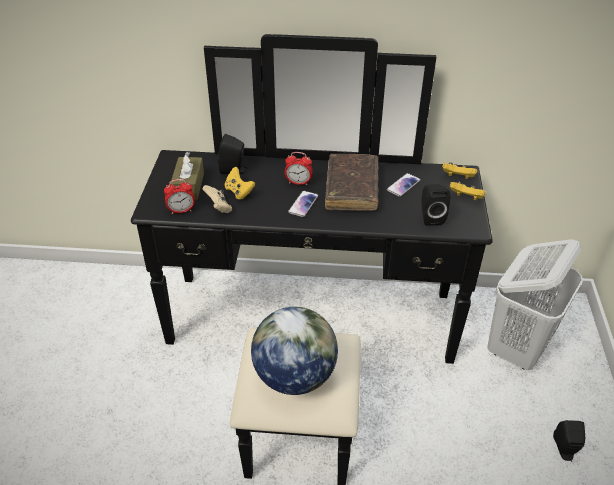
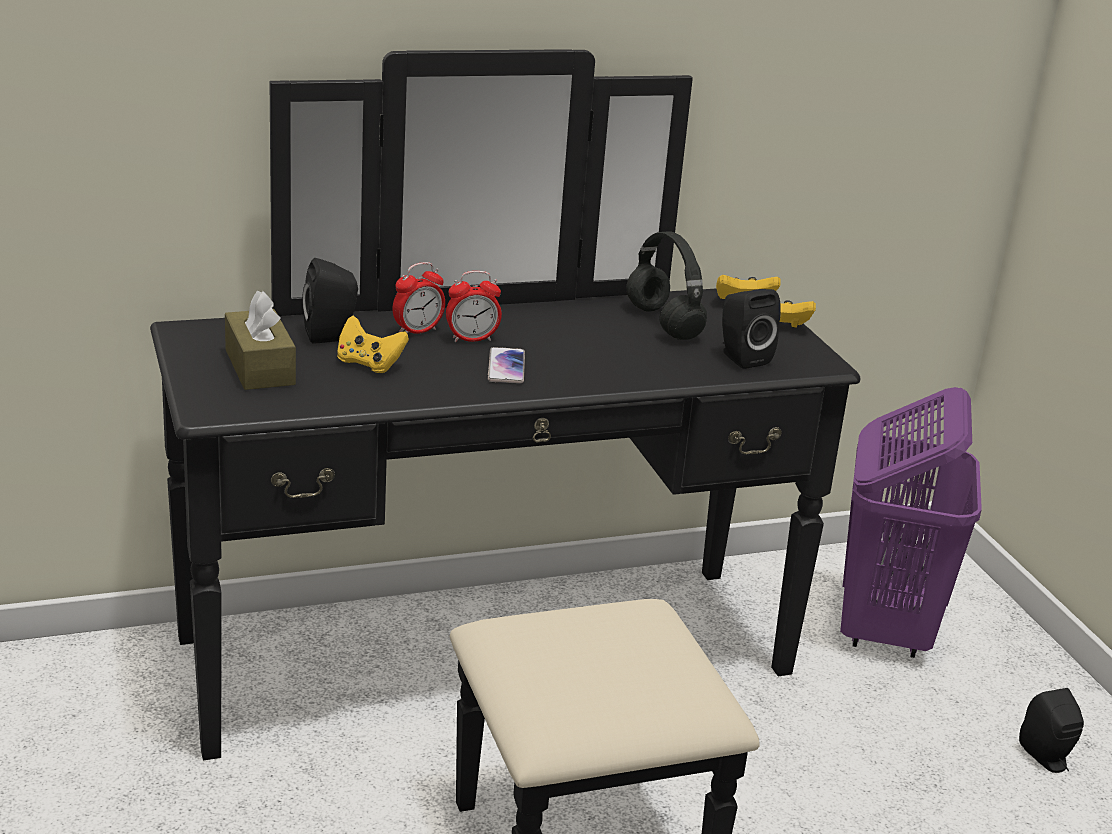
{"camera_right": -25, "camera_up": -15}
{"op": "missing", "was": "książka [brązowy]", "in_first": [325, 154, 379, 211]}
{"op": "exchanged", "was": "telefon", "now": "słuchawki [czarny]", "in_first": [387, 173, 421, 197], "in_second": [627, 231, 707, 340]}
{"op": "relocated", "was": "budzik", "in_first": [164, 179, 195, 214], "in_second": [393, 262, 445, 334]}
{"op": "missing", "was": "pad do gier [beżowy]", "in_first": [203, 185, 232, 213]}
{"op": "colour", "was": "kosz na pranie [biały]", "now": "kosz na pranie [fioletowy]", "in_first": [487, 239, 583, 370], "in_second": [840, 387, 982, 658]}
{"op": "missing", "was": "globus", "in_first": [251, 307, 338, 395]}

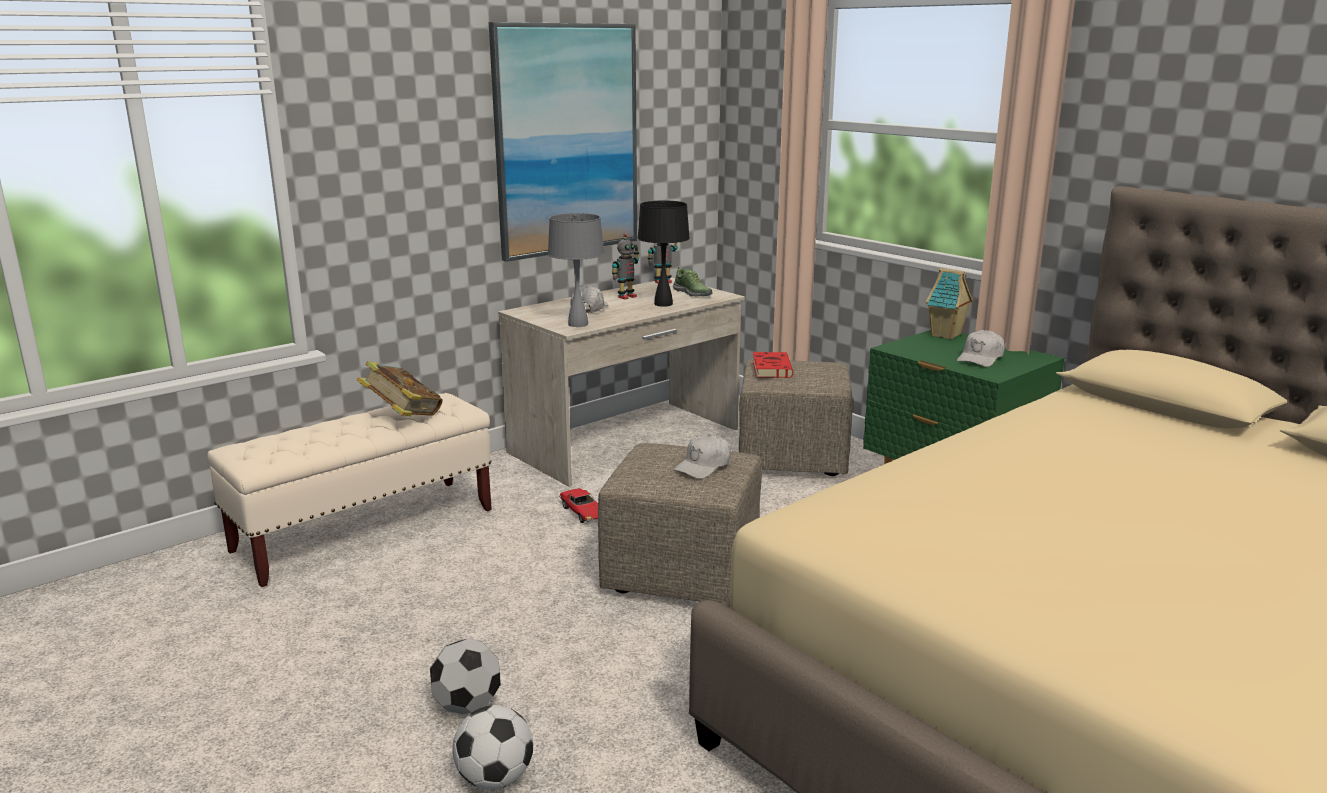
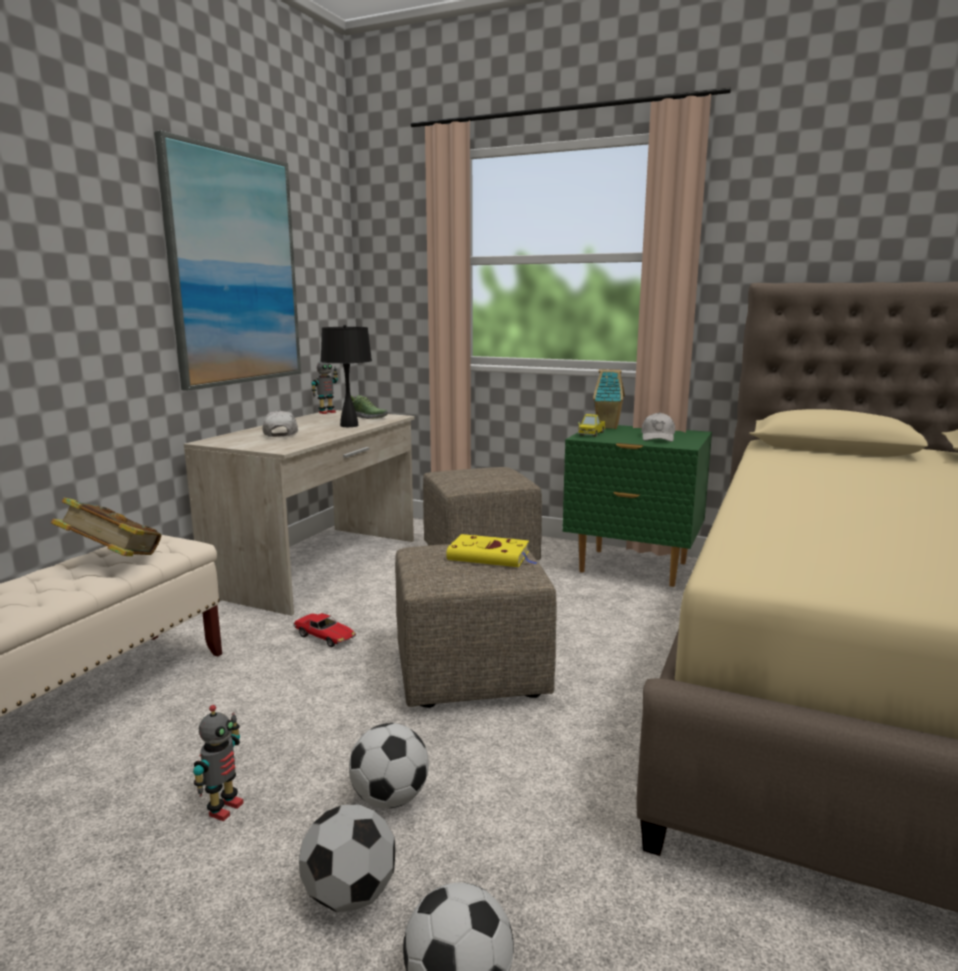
{"camera_right": -25, "camera_up": -5}
{"op": "missing", "was": "lampa stołowa [szary]", "in_first": [548, 213, 604, 327]}
{"op": "relocated", "was": "robot zabawkowy", "in_first": [612, 234, 639, 300], "in_second": [193, 705, 244, 821]}
{"op": "missing", "was": "książka [czerwony]", "in_first": [753, 352, 793, 378]}
{"op": "exchanged", "was": "czapka z daszkiem [biały]", "now": "książka [żółty]", "in_first": [674, 434, 731, 479], "in_second": [446, 534, 537, 567]}
{"op": "appeared", "now": "ciężarówka zabawkowa", "in_second": [578, 414, 606, 437]}
{"op": "appeared", "now": "piłka futbolowa", "in_second": [349, 723, 429, 809]}

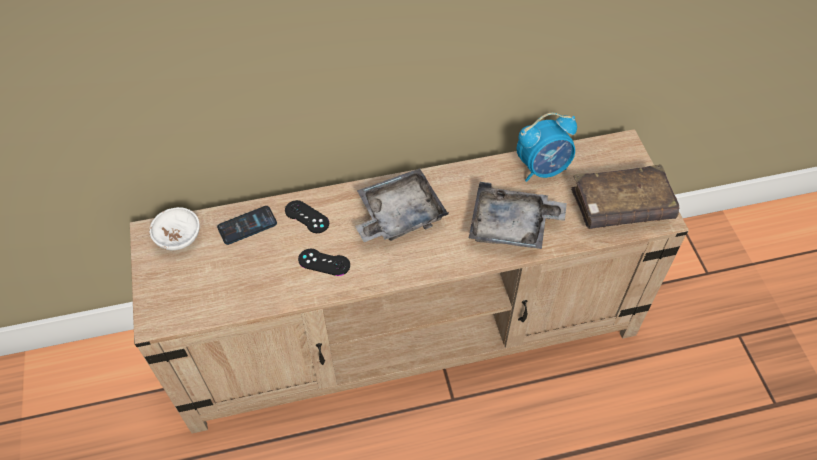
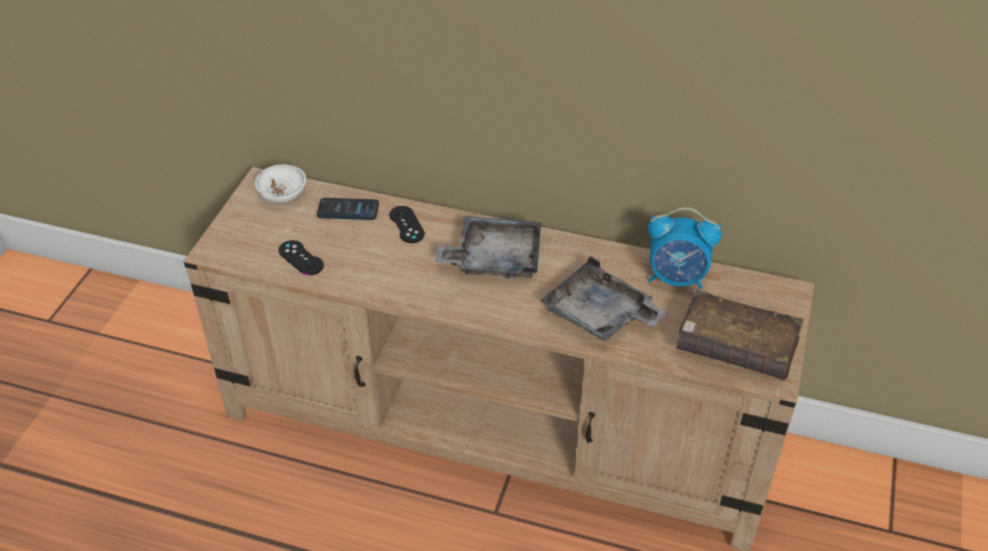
{"camera_right": 30, "camera_up": -10}
{"op": "relocated", "was": "pad do gier [czarny]", "in_first": [298, 249, 350, 276], "in_second": [279, 240, 324, 275]}

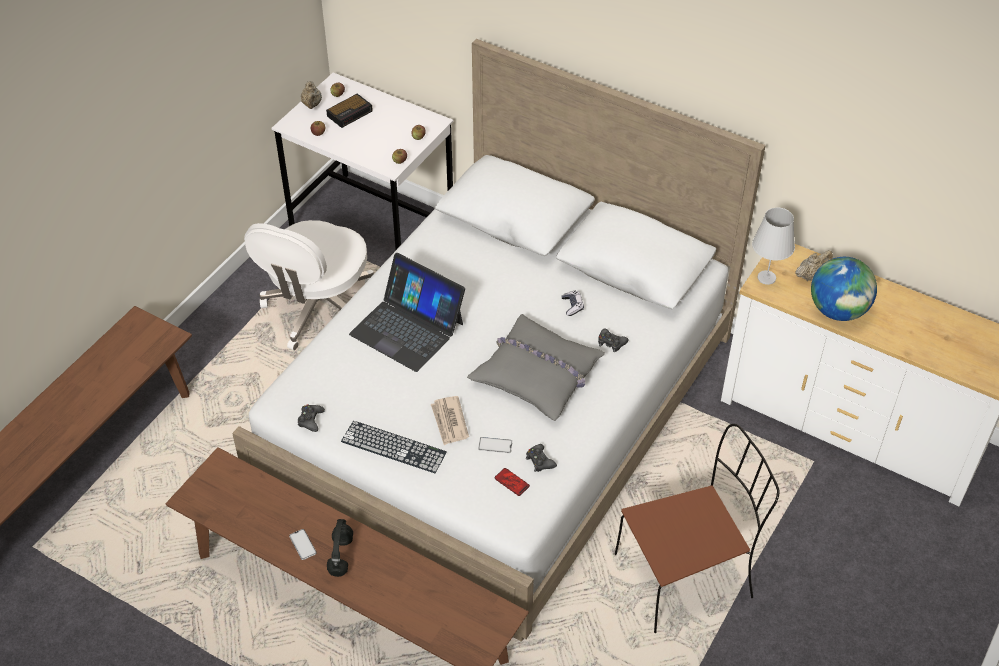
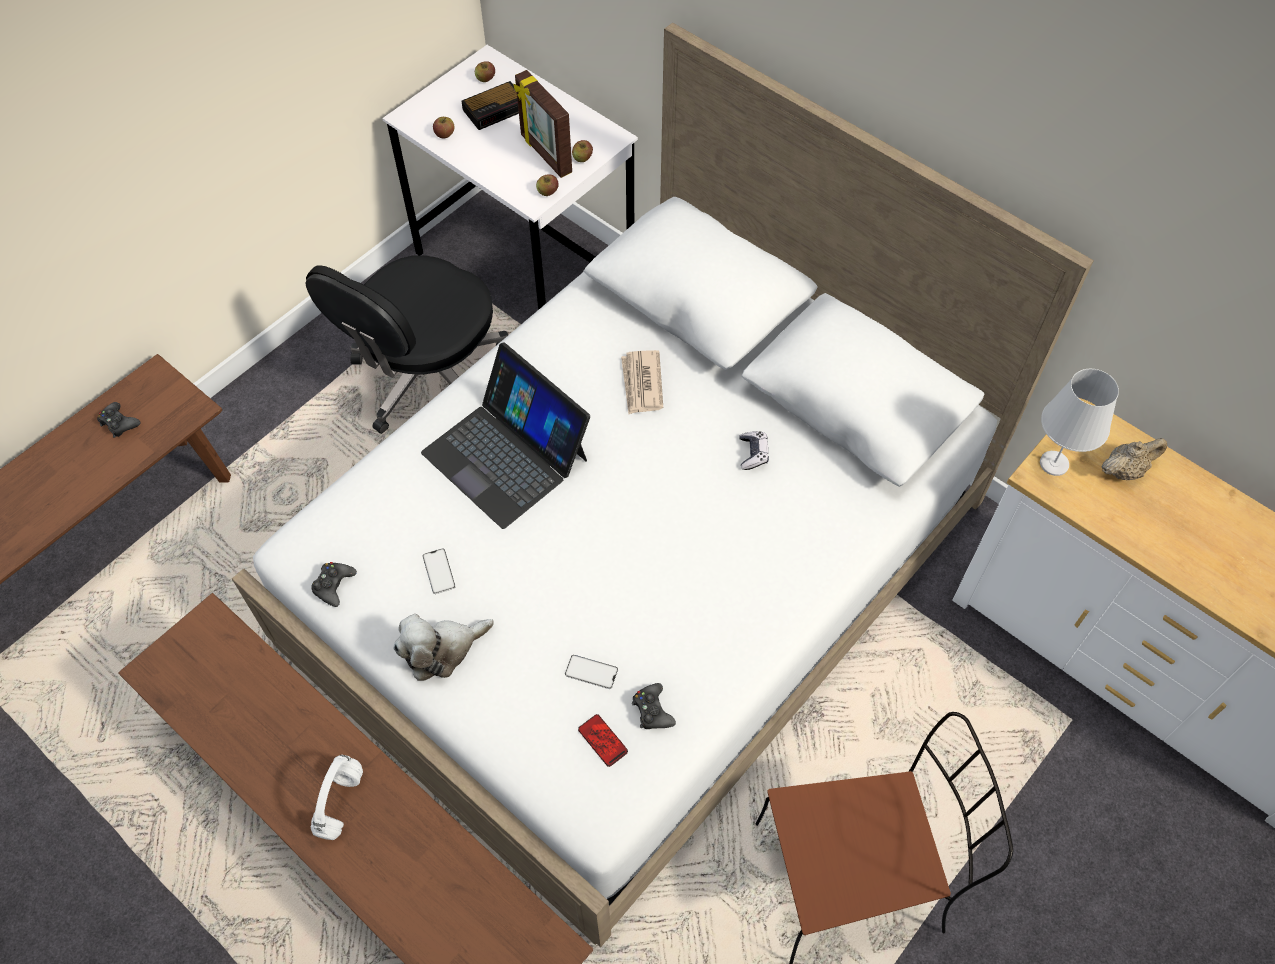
{"camera_right": 10, "camera_up": 10}
{"op": "missing", "was": "imbryk [beżowy]", "in_first": [301, 81, 322, 109]}
{"op": "colour", "was": "krzesło biurowe [biały]", "now": "krzesło biurowe [czarny]", "in_first": [244, 220, 374, 351], "in_second": [306, 255, 508, 434]}
{"op": "missing", "was": "globus", "in_first": [811, 257, 877, 321]}
{"op": "missing", "was": "poduszka [szary]", "in_first": [467, 314, 605, 421]}
{"op": "relocated", "was": "pad do gier [czarny]", "in_first": [598, 328, 629, 352], "in_second": [97, 402, 140, 438]}
{"op": "relocated", "was": "gazeta", "in_first": [431, 396, 469, 445], "in_second": [621, 350, 663, 414]}
{"op": "exchanged", "was": "klawiatura", "now": "pluszak", "in_first": [341, 421, 447, 473], "in_second": [393, 614, 494, 681]}
{"op": "colour", "was": "słuchawki [czarny]", "now": "słuchawki [biały]", "in_first": [327, 519, 353, 577], "in_second": [311, 755, 363, 840]}
{"op": "relocated", "was": "telefon", "in_first": [289, 529, 317, 560], "in_second": [423, 548, 456, 594]}
{"op": "appeared", "now": "ramka na zdjęcie", "in_second": [513, 70, 572, 178]}

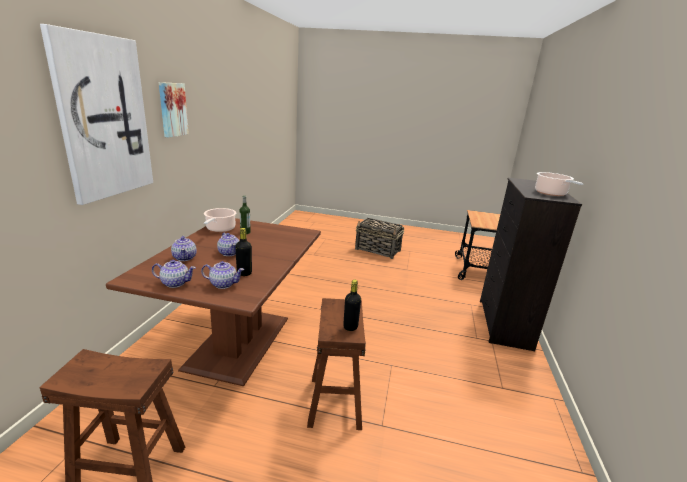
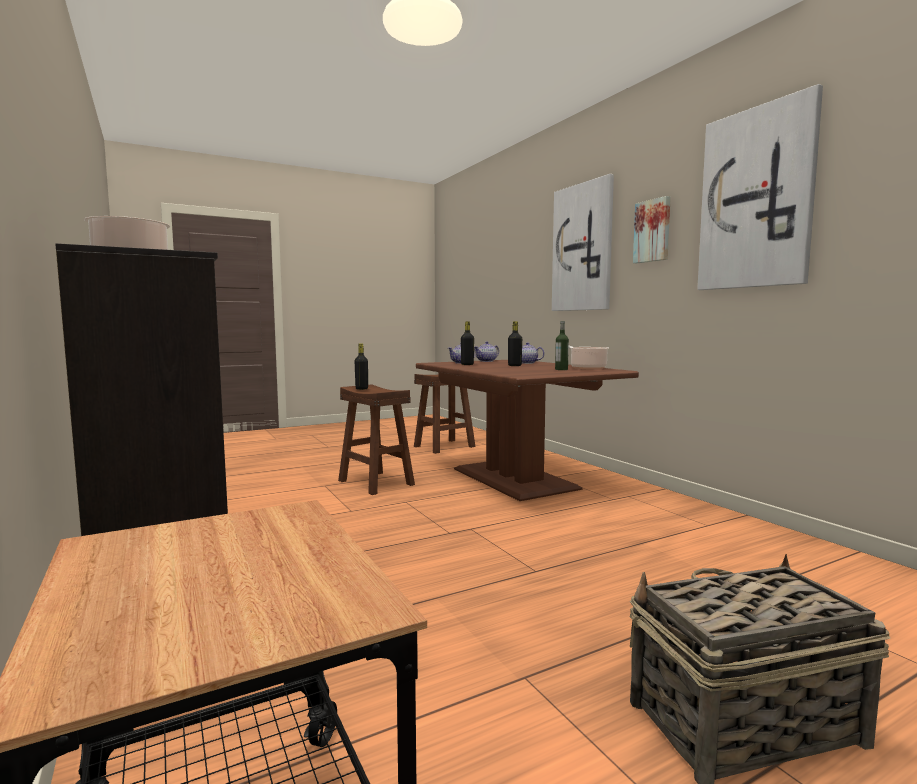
{"camera_right": 140, "camera_up": -15}
{"op": "exchanged", "was": "imbryk", "now": "butelka [czarny]", "in_first": [217, 233, 239, 256], "in_second": [508, 321, 522, 366]}
{"op": "appeared", "now": "obraz", "in_second": [697, 84, 823, 290]}

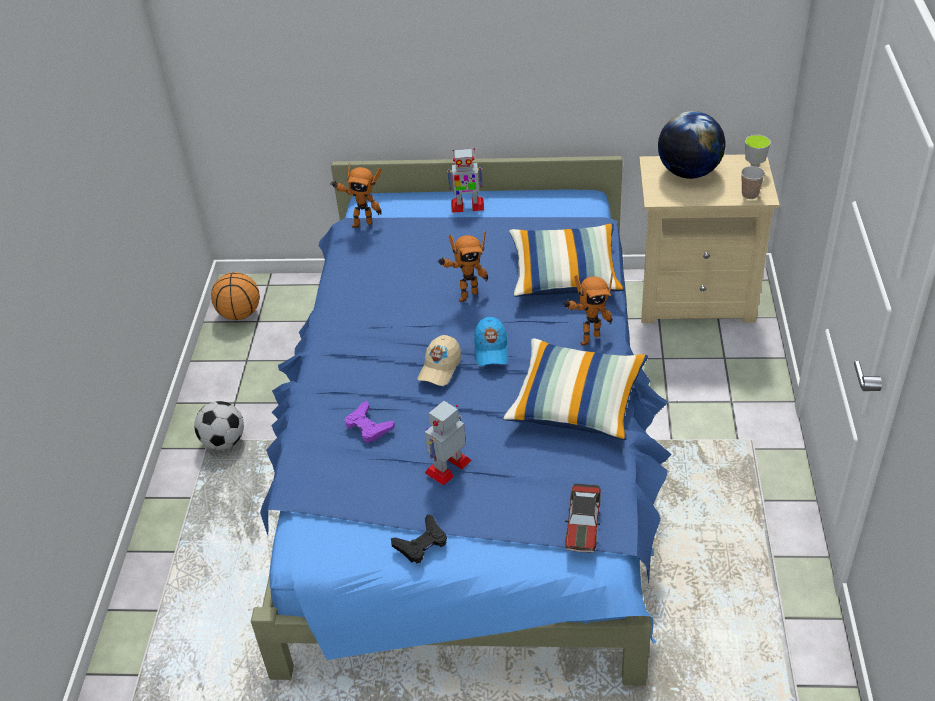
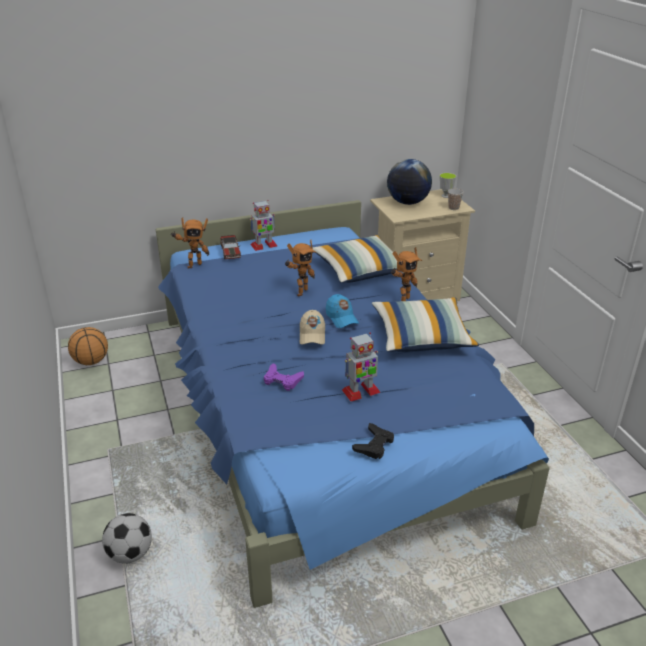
{"camera_right": -25, "camera_up": -10}
{"op": "relocated", "was": "piłka futbolowa", "in_first": [194, 401, 244, 450], "in_second": [102, 513, 152, 564]}
{"op": "spun", "was": "robot zabawkowy", "in_first": [425, 401, 472, 485], "in_second": [342, 332, 381, 401], "clockwise": -135}
{"op": "relocated", "was": "samochodzik", "in_first": [565, 483, 601, 553], "in_second": [220, 235, 241, 259]}

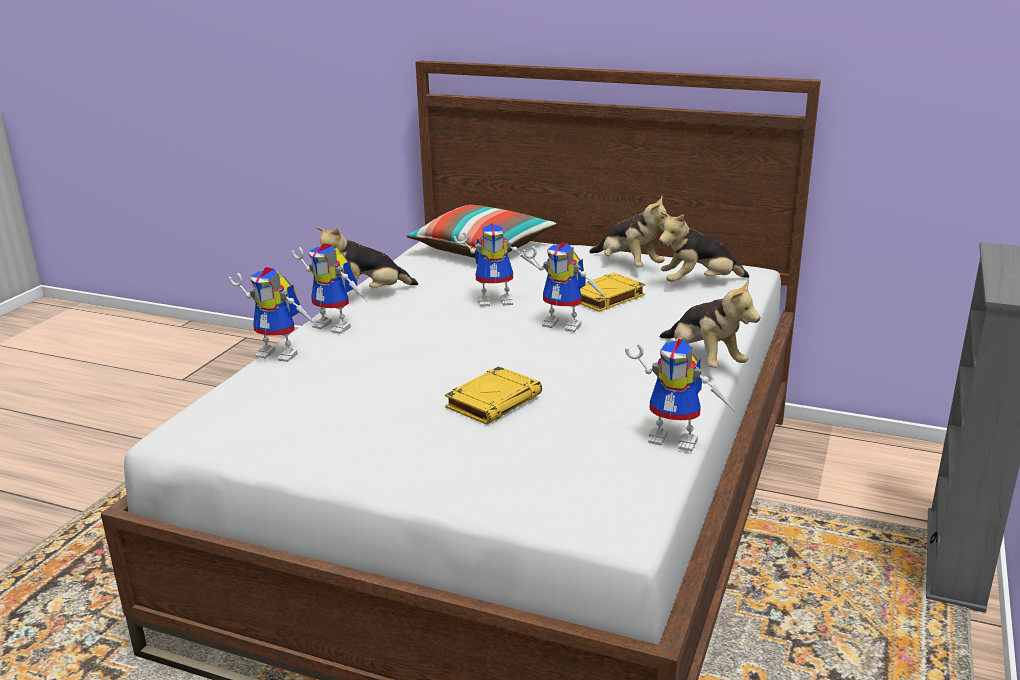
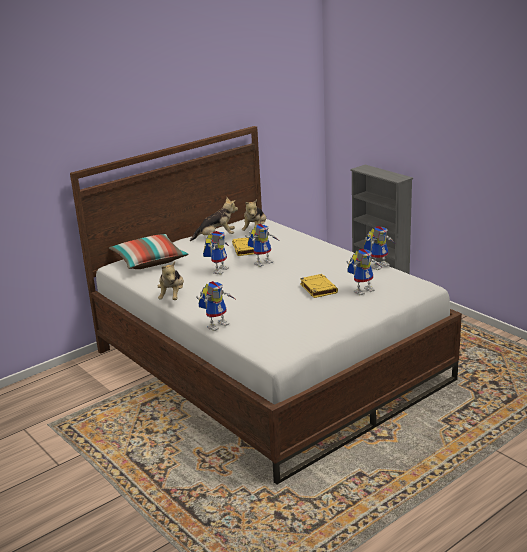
{"camera_right": -60, "camera_up": 0}
{"op": "relocated", "was": "robot zabawkowy", "in_first": [292, 243, 368, 334], "in_second": [346, 249, 383, 295]}
{"op": "missing", "was": "pluszak", "in_first": [660, 279, 760, 368]}

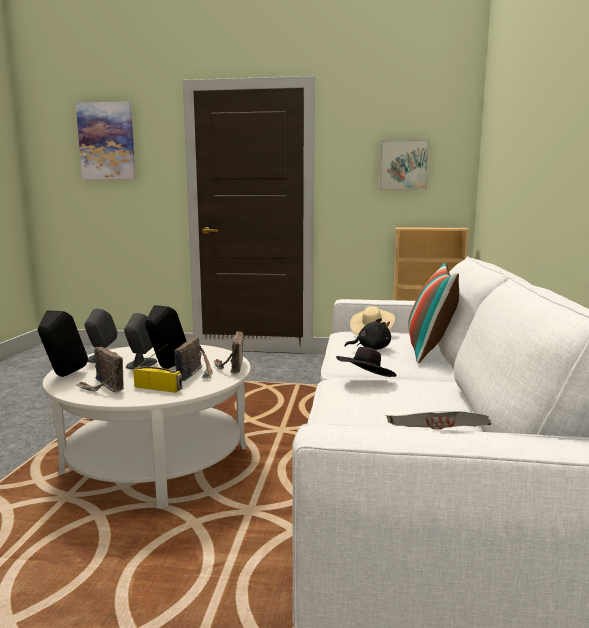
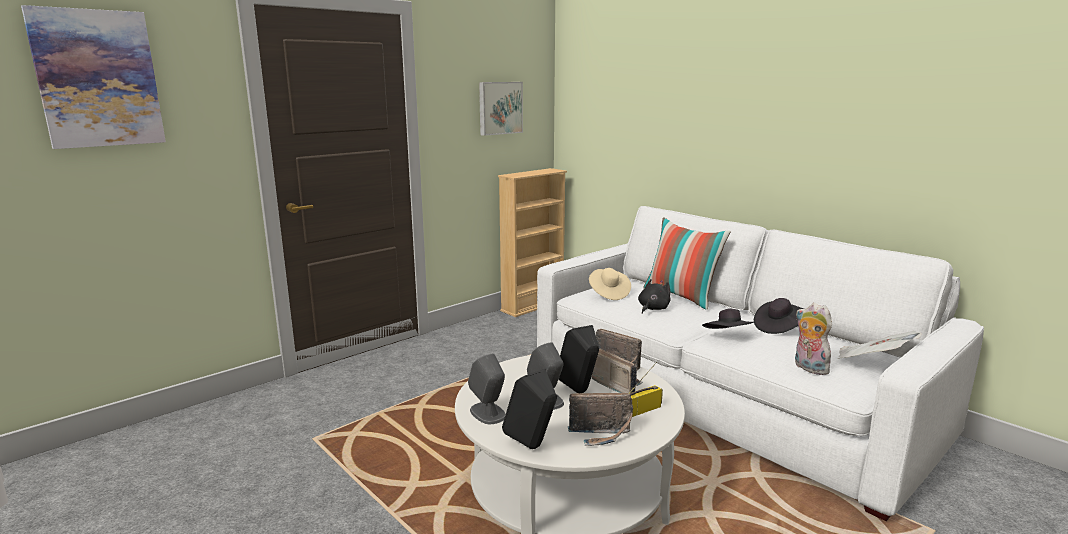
{"camera_right": -50, "camera_up": 5}
{"op": "appeared", "now": "kapelusz [czarny]", "in_second": [754, 298, 805, 334]}
{"op": "appeared", "now": "pluszak", "in_second": [795, 303, 833, 375]}

